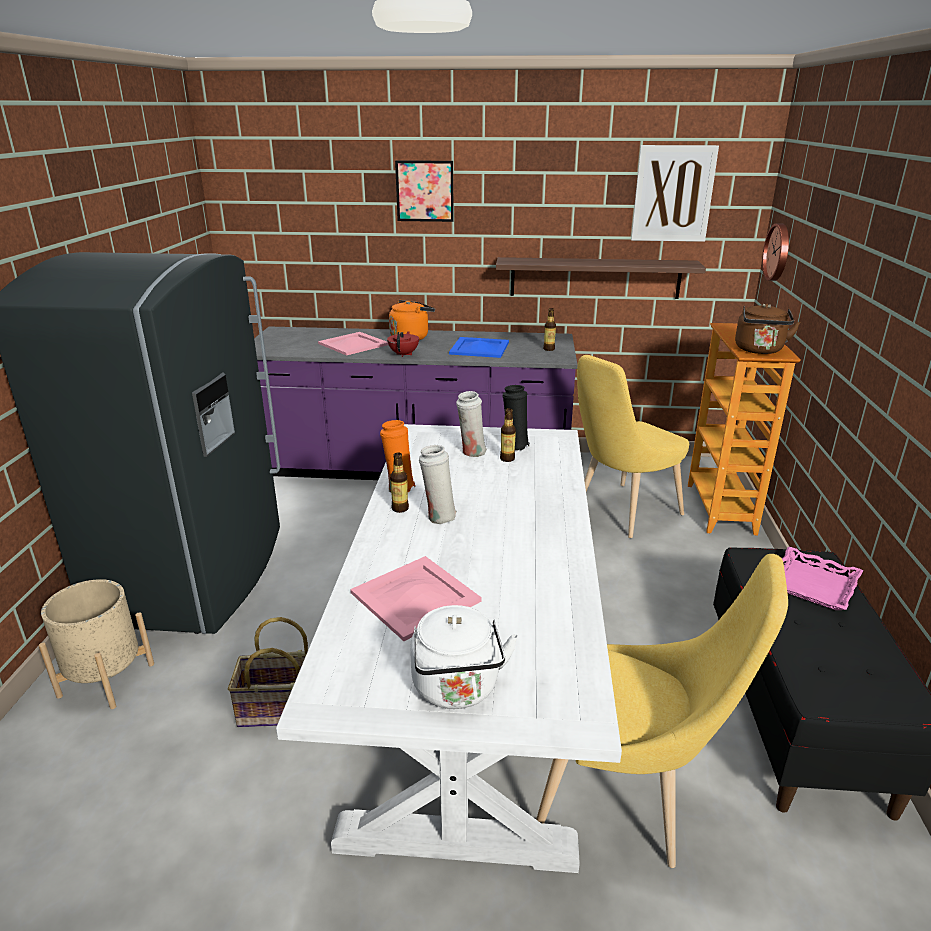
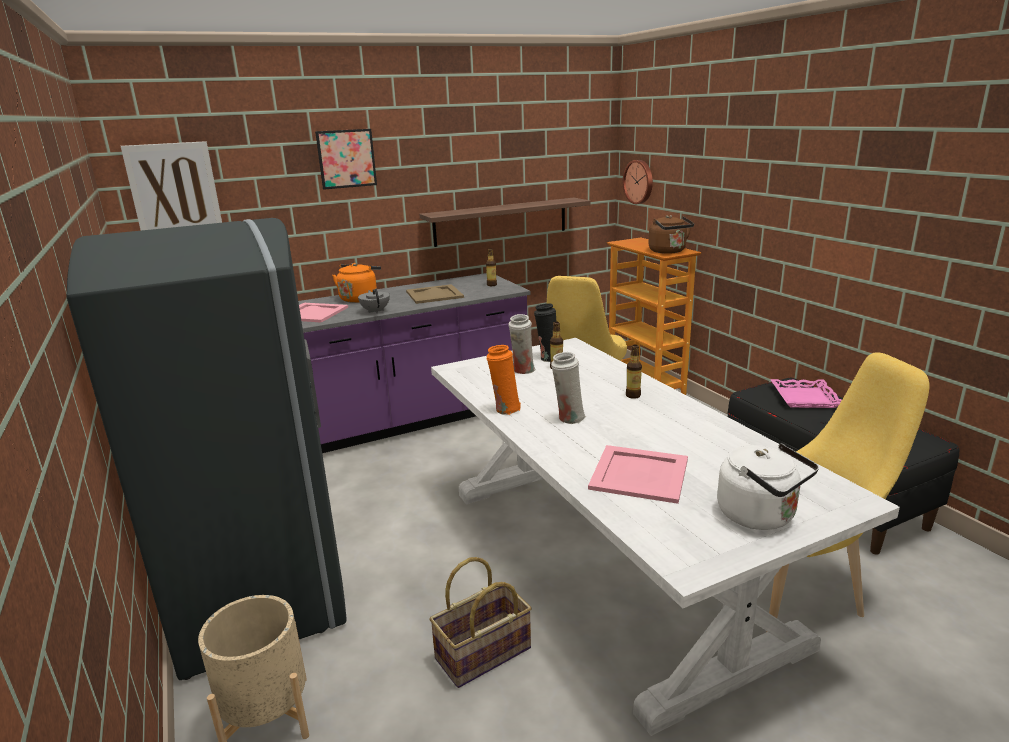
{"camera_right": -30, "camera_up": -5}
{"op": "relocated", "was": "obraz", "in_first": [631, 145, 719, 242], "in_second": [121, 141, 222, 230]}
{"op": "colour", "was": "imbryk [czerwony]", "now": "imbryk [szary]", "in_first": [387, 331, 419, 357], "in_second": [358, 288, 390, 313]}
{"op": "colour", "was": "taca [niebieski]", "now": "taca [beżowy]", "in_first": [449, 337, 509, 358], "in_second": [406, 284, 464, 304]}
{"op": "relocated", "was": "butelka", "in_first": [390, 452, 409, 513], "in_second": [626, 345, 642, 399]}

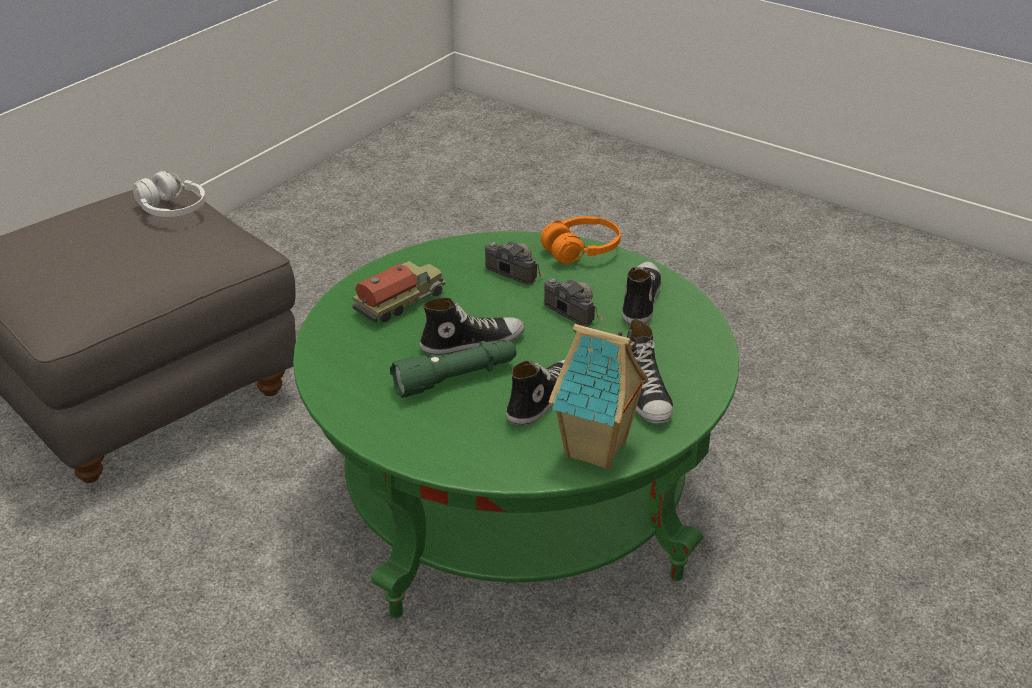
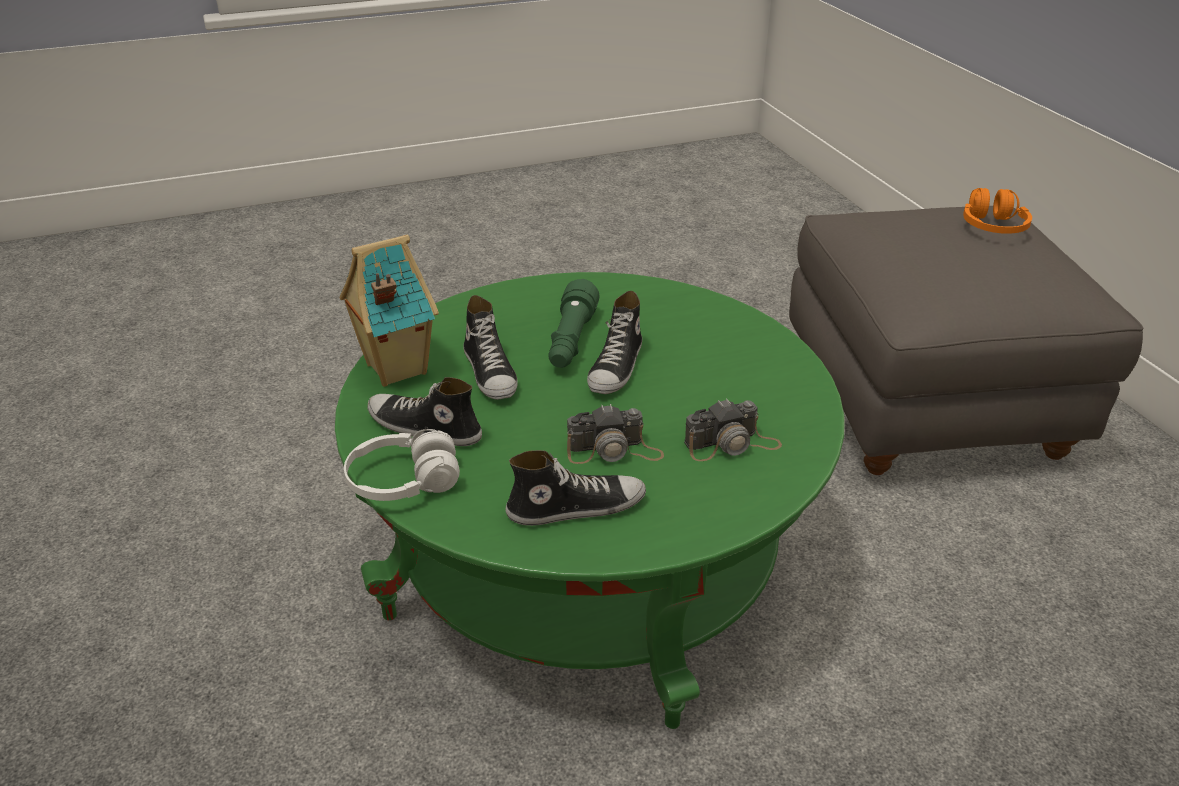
{"camera_right": 125, "camera_up": 0}
{"op": "relocated", "was": "słuchawki [biały]", "in_first": [133, 171, 206, 217], "in_second": [344, 429, 460, 501]}
{"op": "relocated", "was": "słuchawki [pomarańczowy]", "in_first": [540, 216, 621, 264], "in_second": [963, 188, 1032, 234]}
{"op": "missing", "was": "ciężarówka zabawkowa", "in_first": [352, 261, 445, 323]}
{"op": "spun", "was": "but", "in_first": [622, 262, 661, 325], "in_second": [506, 450, 646, 526], "clockwise": -60}

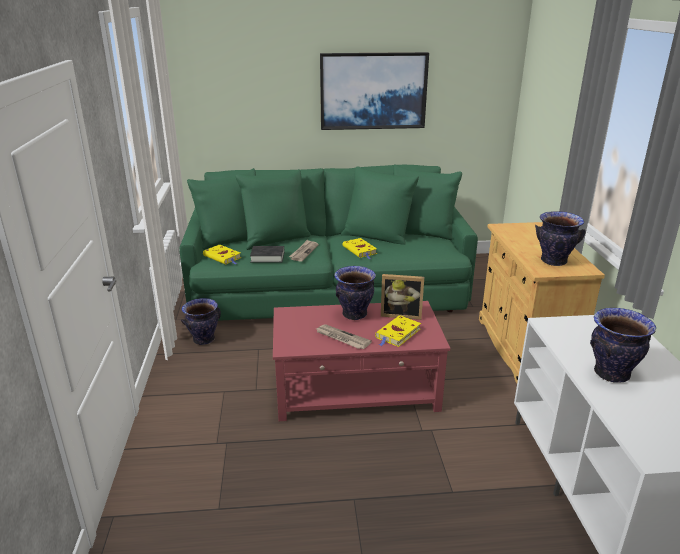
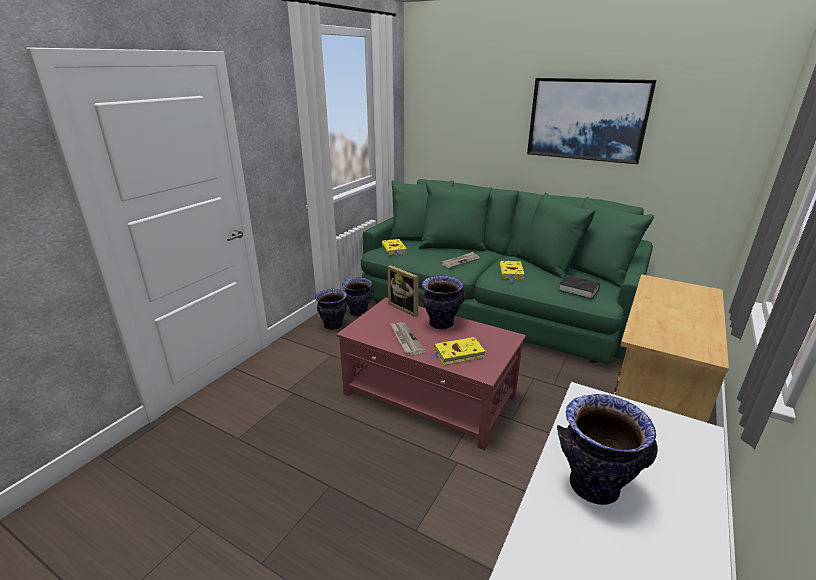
{"camera_right": 35, "camera_up": 0}
{"op": "relocated", "was": "wazon", "in_first": [535, 211, 586, 266], "in_second": [315, 289, 347, 330]}
{"op": "relocated", "was": "książka [czarny]", "in_first": [250, 246, 284, 263], "in_second": [558, 275, 600, 299]}
{"op": "relocated", "was": "ramka na zdjęcie", "in_first": [381, 274, 424, 320], "in_second": [388, 265, 419, 317]}

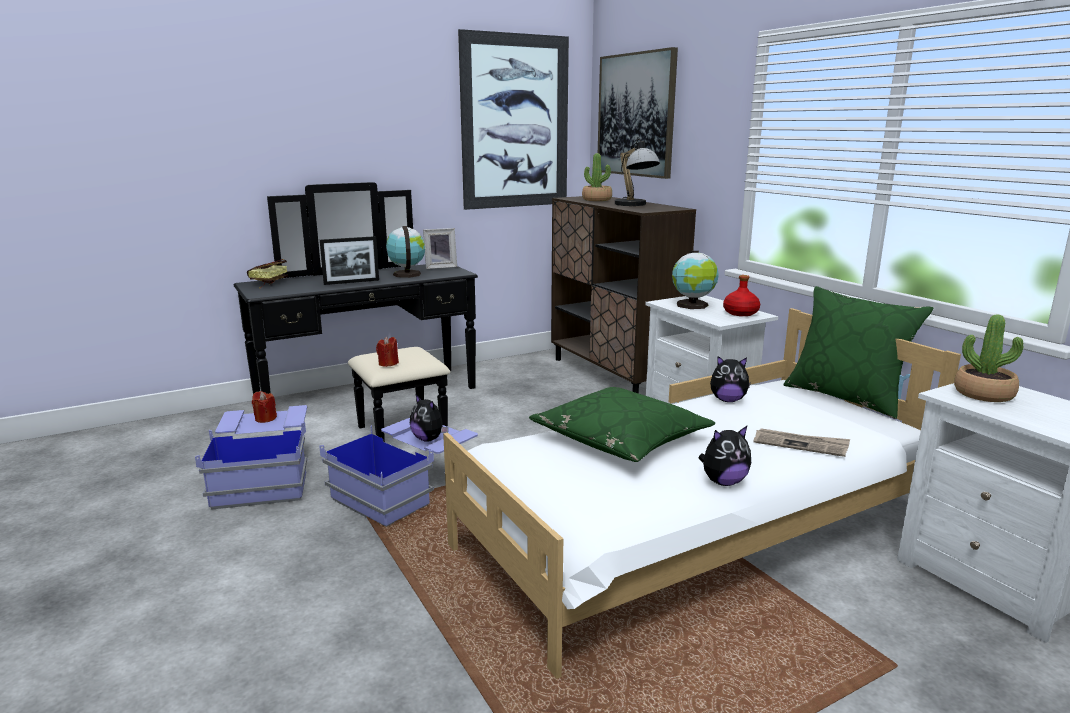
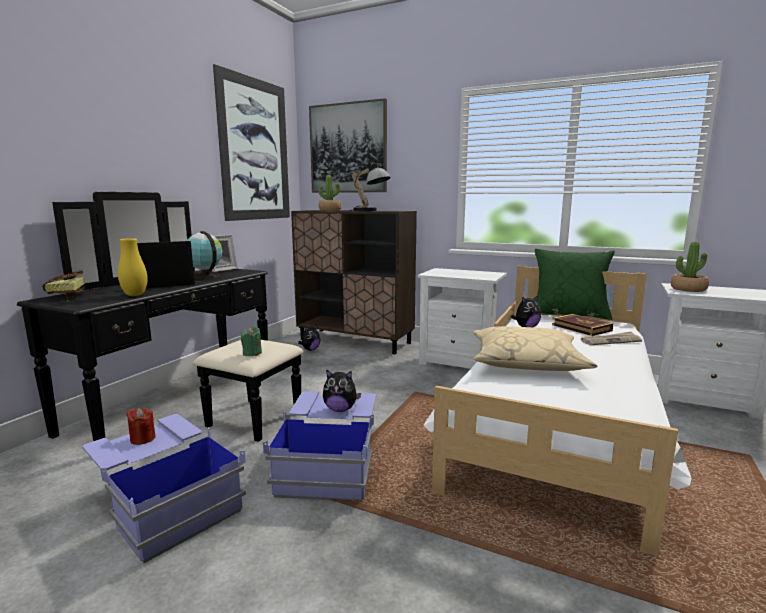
{"camera_right": -35, "camera_up": -5}
{"op": "spun", "was": "ramka na zdjęcie", "in_first": [320, 236, 379, 285], "in_second": [137, 241, 195, 288], "clockwise": -150}
{"op": "missing", "was": "globus", "in_first": [672, 251, 719, 309]}
{"op": "missing", "was": "butelka [czerwony]", "in_first": [723, 275, 760, 316]}
{"op": "colour", "was": "świeca [czerwony]", "now": "świeca [zielony]", "in_first": [376, 336, 399, 367], "in_second": [241, 327, 262, 356]}
{"op": "colour", "was": "poduszka [zielony]", "now": "poduszka [beżowy]", "in_first": [529, 387, 715, 462], "in_second": [473, 326, 598, 371]}
{"op": "relocated", "was": "pluszak", "in_first": [699, 426, 751, 486], "in_second": [298, 325, 320, 351]}
{"op": "appeared", "now": "wazon [żółty]", "in_second": [118, 238, 148, 296]}
{"op": "appeared", "now": "książka", "in_second": [552, 314, 614, 336]}

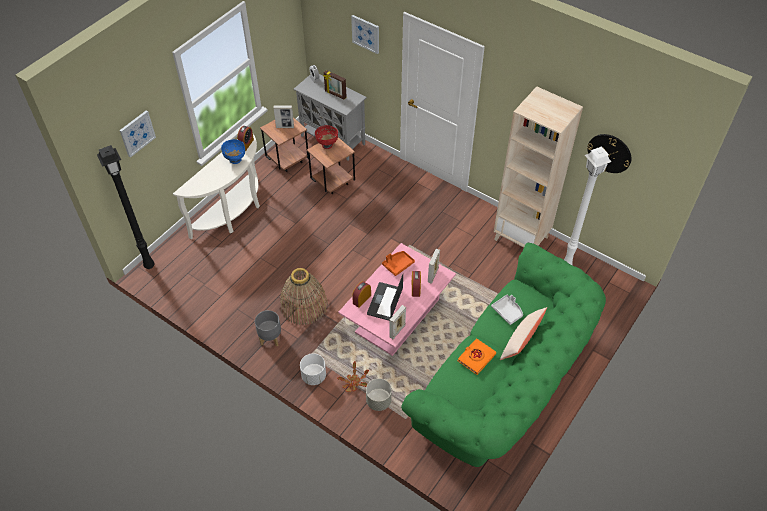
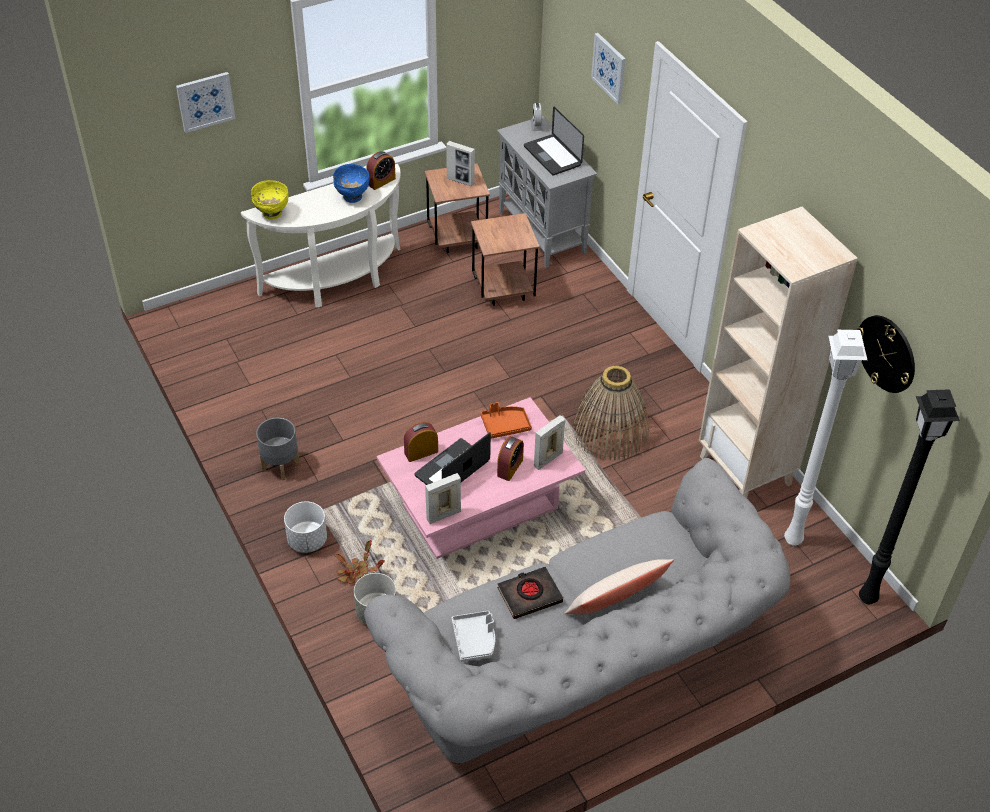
{"camera_right": 25, "camera_up": -5}
{"op": "exchanged", "was": "ramka na zdjęcie", "now": "laptop", "in_first": [323, 70, 346, 99], "in_second": [524, 106, 584, 176]}
{"op": "missing", "was": "miska [czerwony]", "in_first": [315, 125, 338, 149]}
{"op": "relocated", "was": "lampa stojąca [czarny]", "in_first": [97, 145, 154, 269], "in_second": [859, 389, 960, 604]}
{"op": "colour", "was": "kanapa [zielony]", "now": "kanapa [szary]", "in_first": [401, 243, 606, 467], "in_second": [364, 458, 790, 764]}
{"op": "relocated", "was": "koszyk", "in_first": [280, 268, 328, 325], "in_second": [573, 366, 649, 460]}
{"op": "relocated", "was": "taca [szary]", "in_first": [491, 294, 523, 325], "in_second": [452, 611, 495, 662]}
{"op": "colour", "was": "książka [pomarańczowy]", "now": "książka [czarny]", "in_first": [458, 338, 496, 375], "in_second": [497, 567, 563, 619]}
{"op": "appeared", "now": "miska [żółty]", "in_second": [251, 180, 289, 220]}

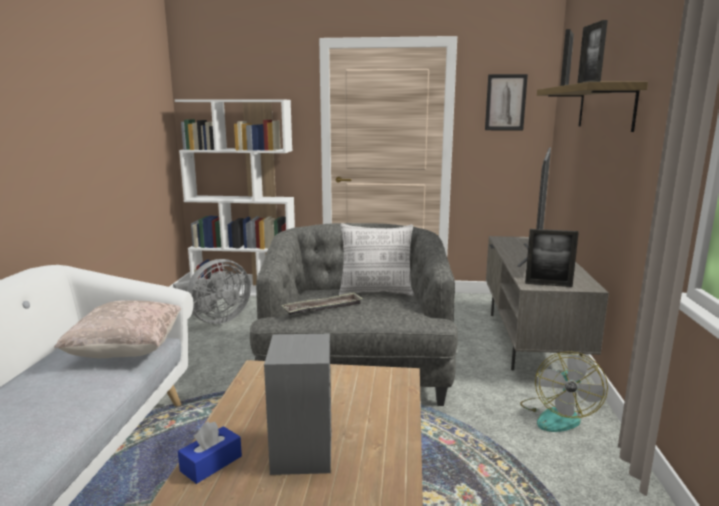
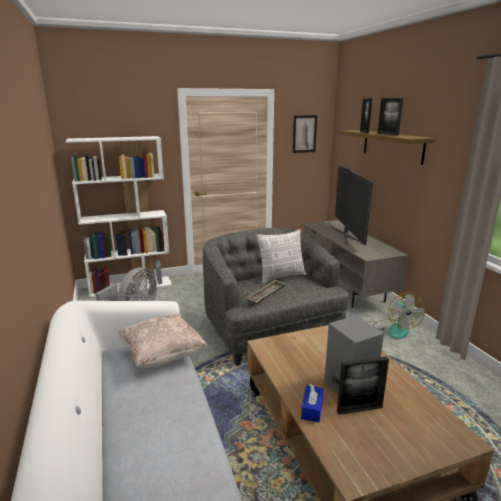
{"camera_right": -25, "camera_up": 5}
{"op": "relocated", "was": "ramka na zdjęcie", "in_first": [525, 229, 579, 287], "in_second": [337, 356, 389, 415]}

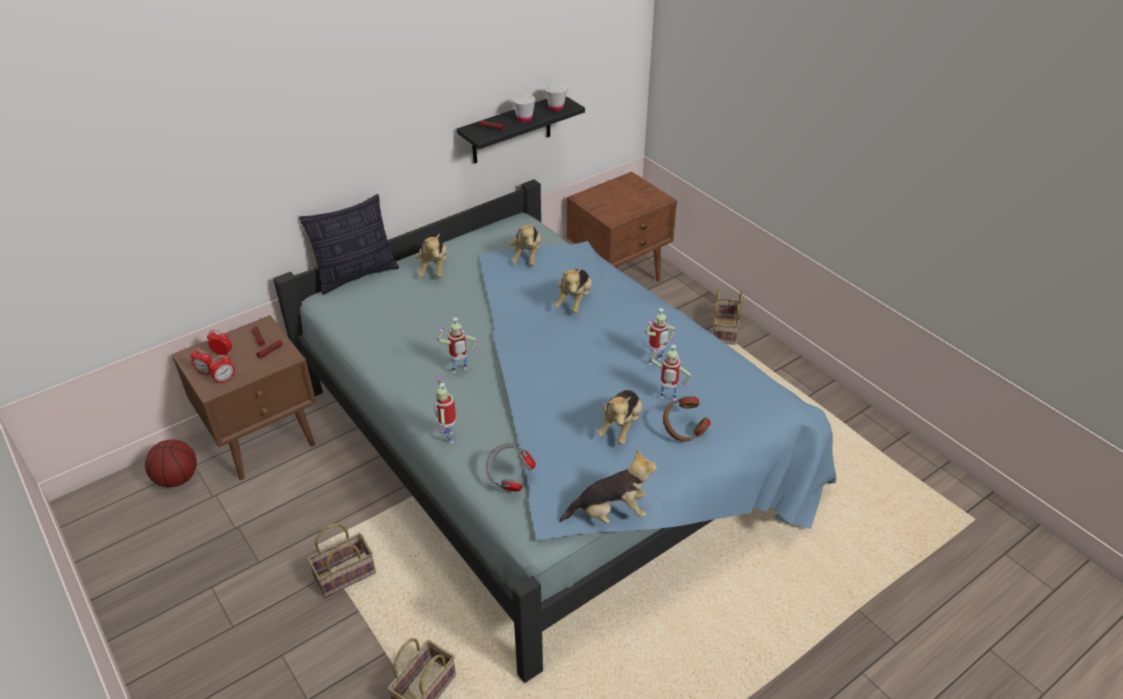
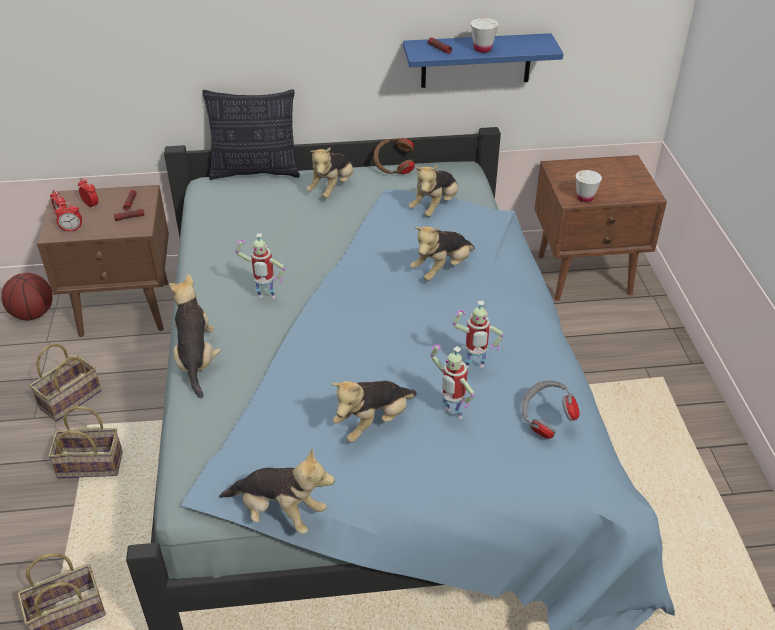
{"camera_right": 30, "camera_up": 0}
{"op": "relocated", "was": "filiżanka [biały]", "in_first": [545, 83, 568, 112], "in_second": [576, 170, 602, 202]}
{"op": "colour", "was": "półka [czarny]", "now": "półka [niebieski]", "in_first": [457, 96, 585, 164], "in_second": [403, 33, 564, 88]}
{"op": "relocated", "was": "koszyk", "in_first": [713, 289, 743, 345], "in_second": [30, 344, 102, 422]}
{"op": "exchanged", "was": "robot zabawkowy", "now": "pluszak", "in_first": [434, 376, 456, 444], "in_second": [169, 274, 221, 398]}
{"op": "relocated", "was": "słuchawki [brązowy]", "in_first": [663, 396, 711, 441], "in_second": [374, 138, 415, 174]}
{"op": "relocated", "was": "słuchawki [szary]", "in_first": [486, 443, 536, 491], "in_second": [522, 380, 580, 439]}

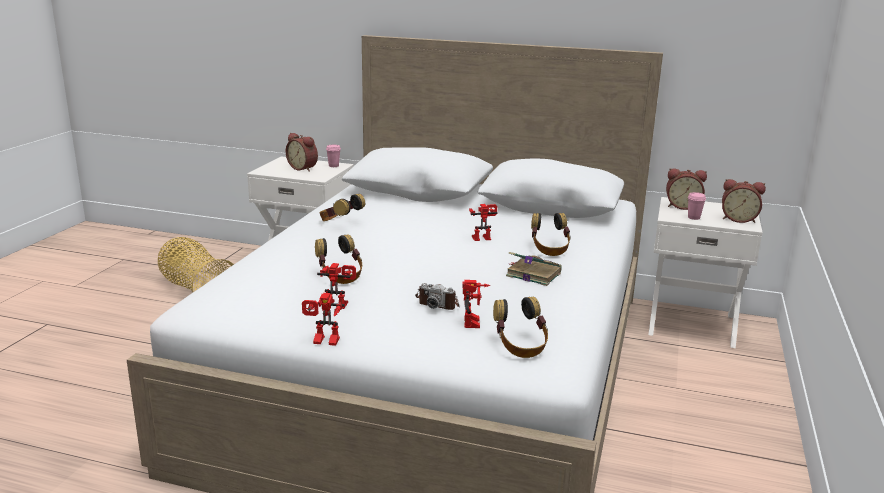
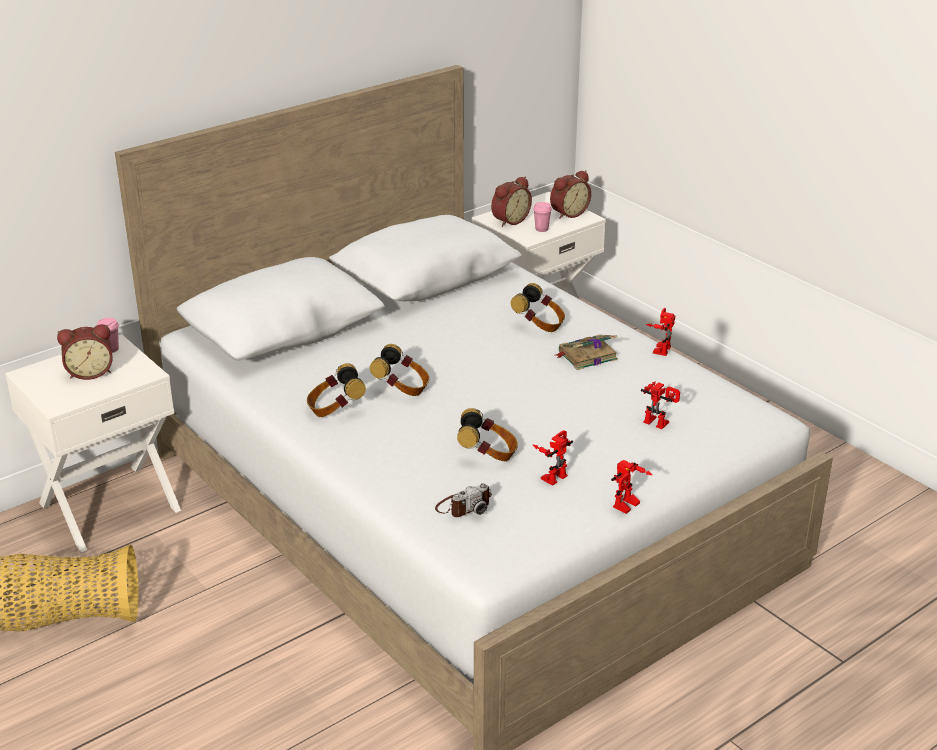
{"camera_right": -55, "camera_up": 10}
{"op": "relocated", "was": "robot zabawkowy", "in_first": [469, 204, 498, 241], "in_second": [646, 308, 675, 356]}
{"op": "relocated", "was": "aparat fotograficzny", "in_first": [415, 283, 459, 310], "in_second": [435, 483, 492, 517]}
{"op": "relocated", "was": "słuchawki", "in_first": [493, 297, 548, 358], "in_second": [370, 344, 429, 396]}

